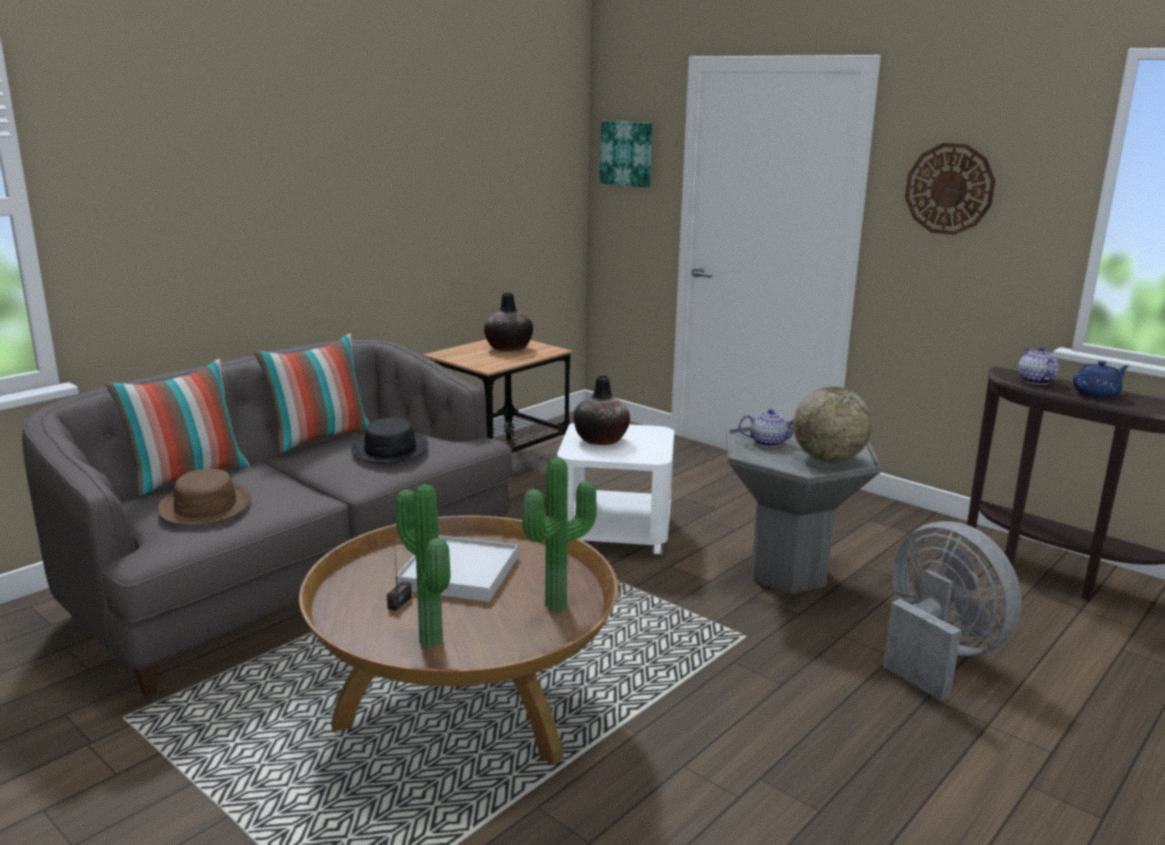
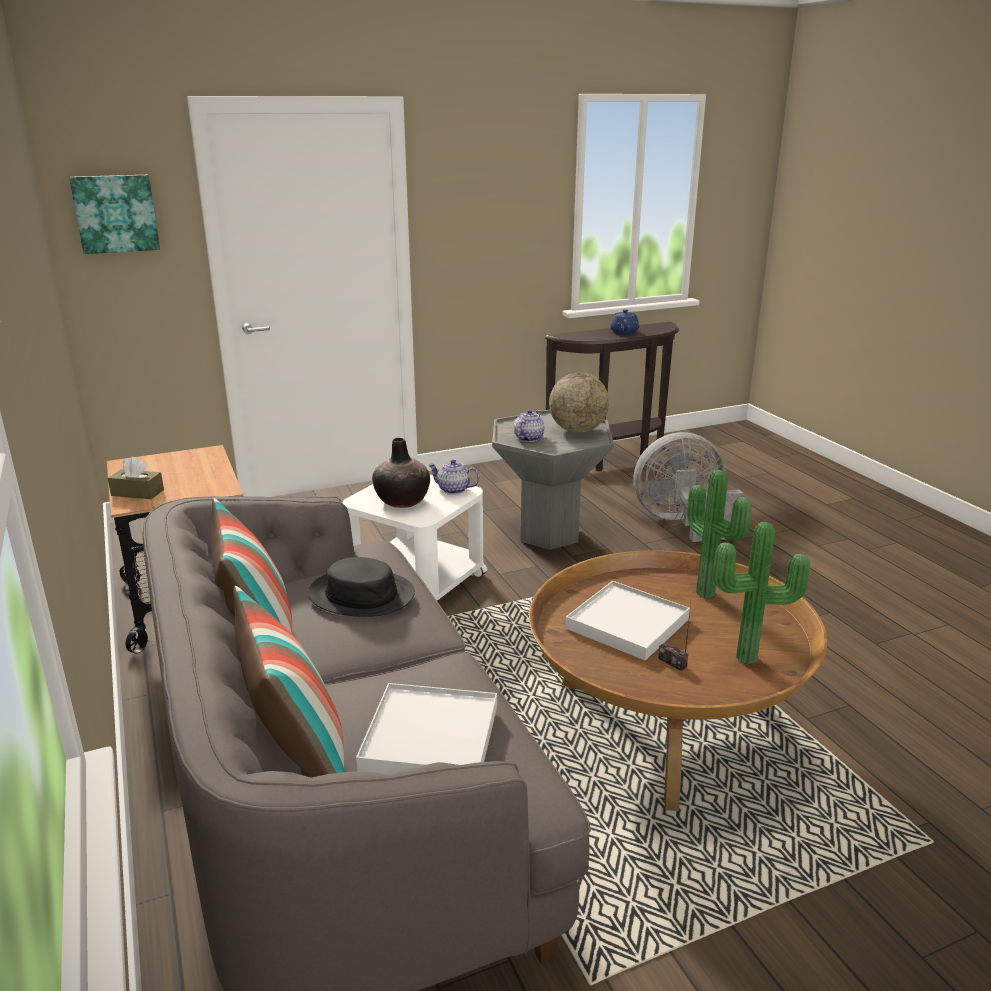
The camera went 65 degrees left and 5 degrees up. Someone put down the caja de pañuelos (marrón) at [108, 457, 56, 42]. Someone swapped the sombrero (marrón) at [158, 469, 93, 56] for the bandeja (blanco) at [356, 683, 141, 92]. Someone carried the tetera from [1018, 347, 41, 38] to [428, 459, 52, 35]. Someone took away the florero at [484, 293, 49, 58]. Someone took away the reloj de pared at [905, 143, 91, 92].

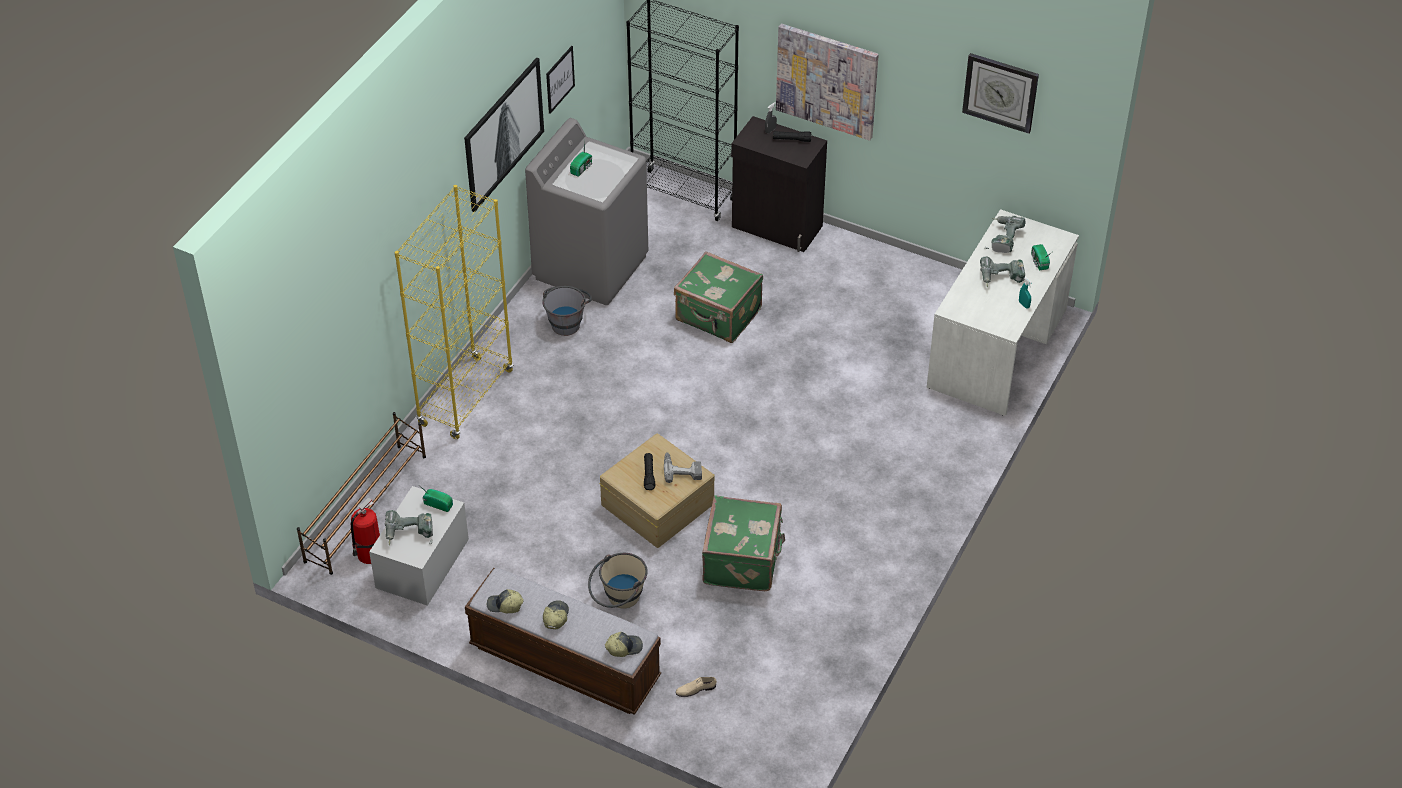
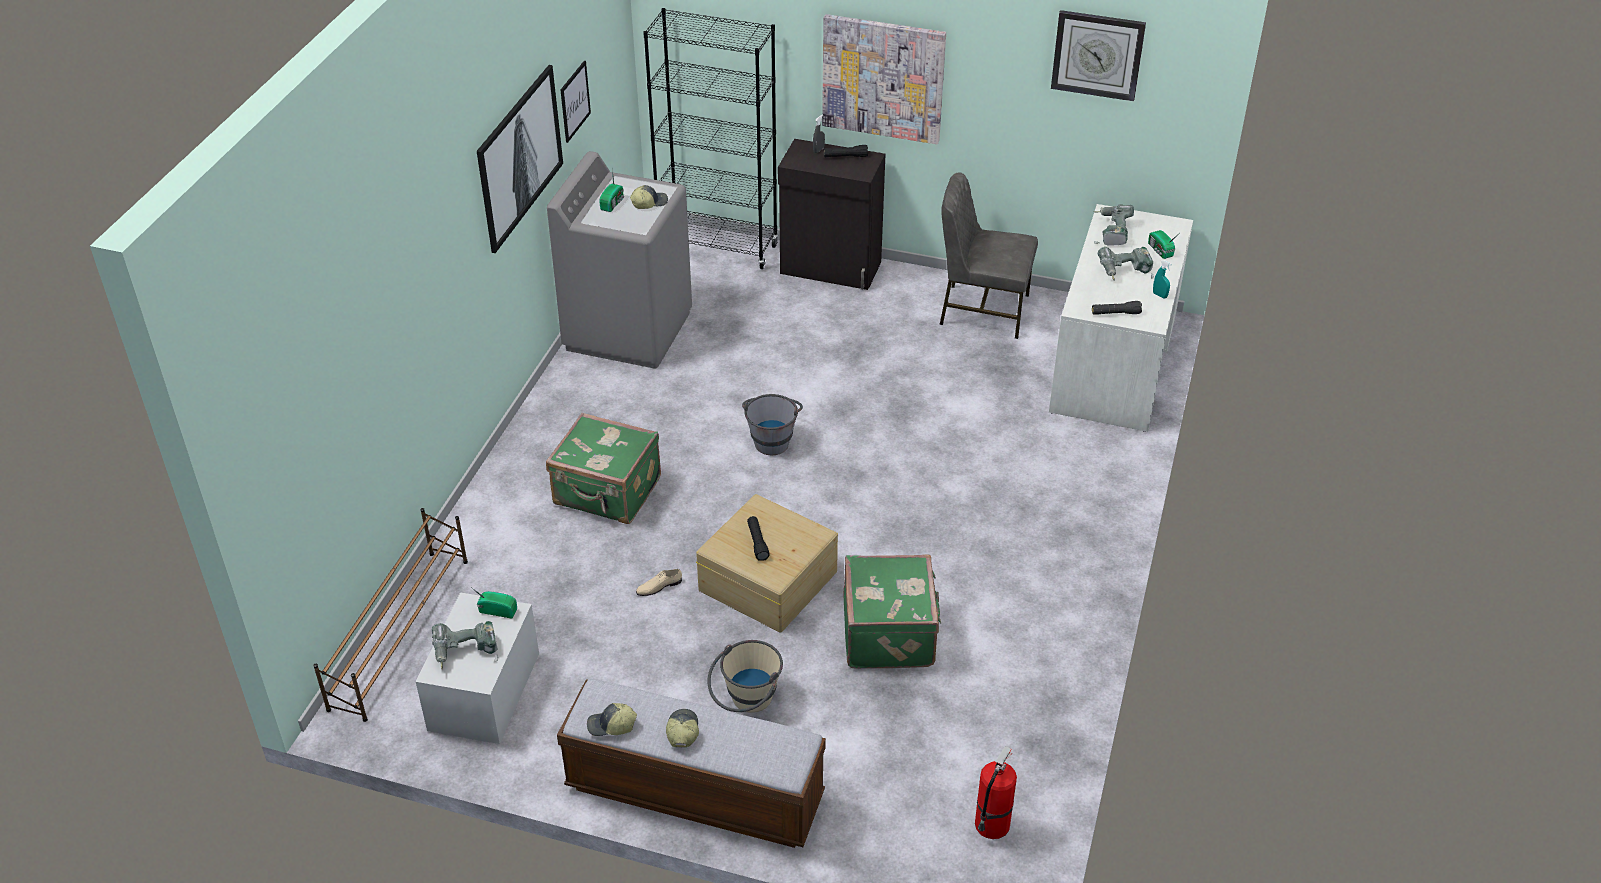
The camera went 10 degrees left and 5 degrees down. Someone carried the maleta (verde) from [674, 251, 89, 92] to [546, 413, 115, 111]. Someone carried the gorra from [605, 632, 38, 25] to [630, 185, 38, 24]. Someone carried the zapato (beis) from [676, 677, 41, 20] to [636, 569, 46, 27]. Someone carried the cubo (gris) from [542, 286, 50, 50] to [742, 394, 61, 61]. Someone put down the silla (gris) at [940, 172, 98, 167]. Someone carried the extintor from [351, 497, 29, 67] to [975, 746, 42, 93]. Someone put down the linterna (negro) at [1092, 301, 50, 14]. Someone took away the estantería (amarillo) at [395, 185, 119, 254]. Someone took away the taladro at [664, 452, 38, 31].

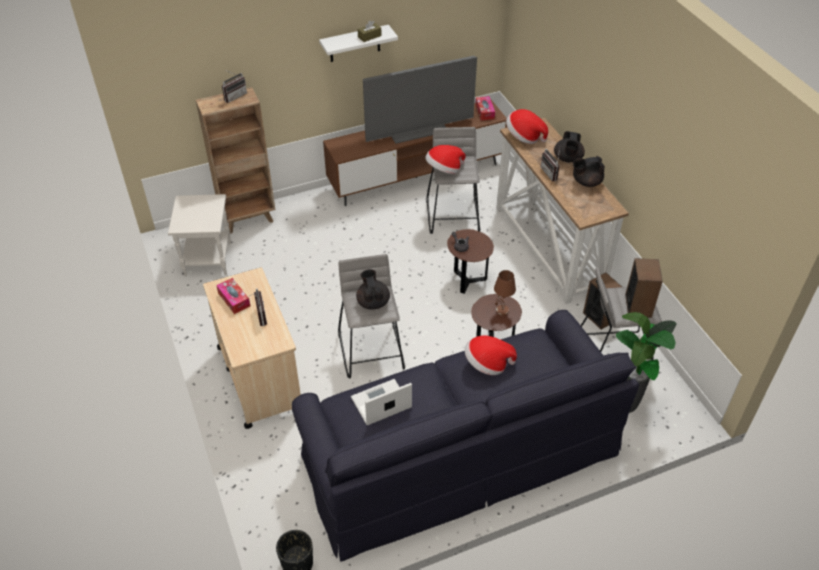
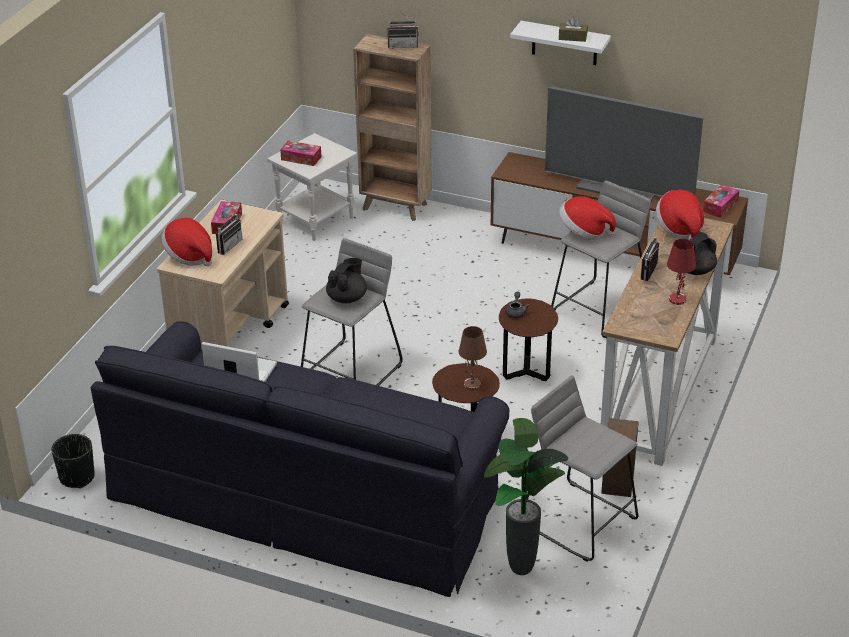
The camera went 45 degrees right and 10 degrees down. Someone carried the sombrero from [465, 335, 52, 40] to [162, 218, 50, 48]. Someone put down the caja de pañuelos at [280, 141, 41, 25]. Someone swapped the tetera (negro) at [573, 156, 32, 31] for the lámpara de mesa (rojo) at [667, 239, 29, 66]. Someone took away the altavoz at [625, 258, 38, 60].

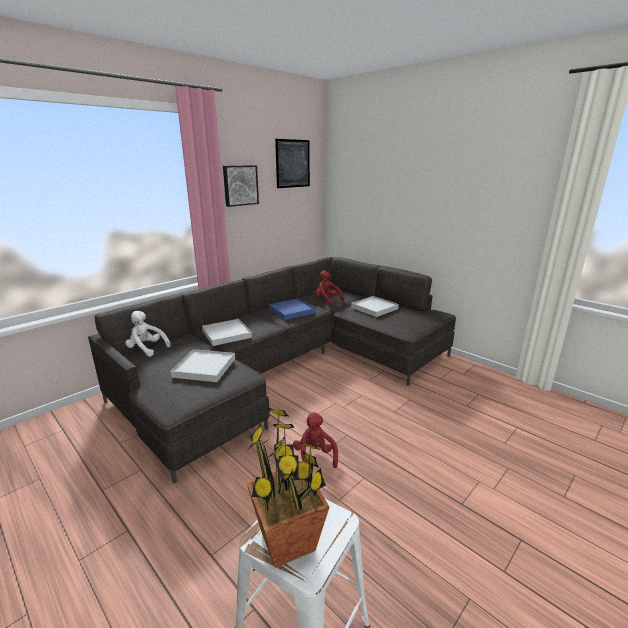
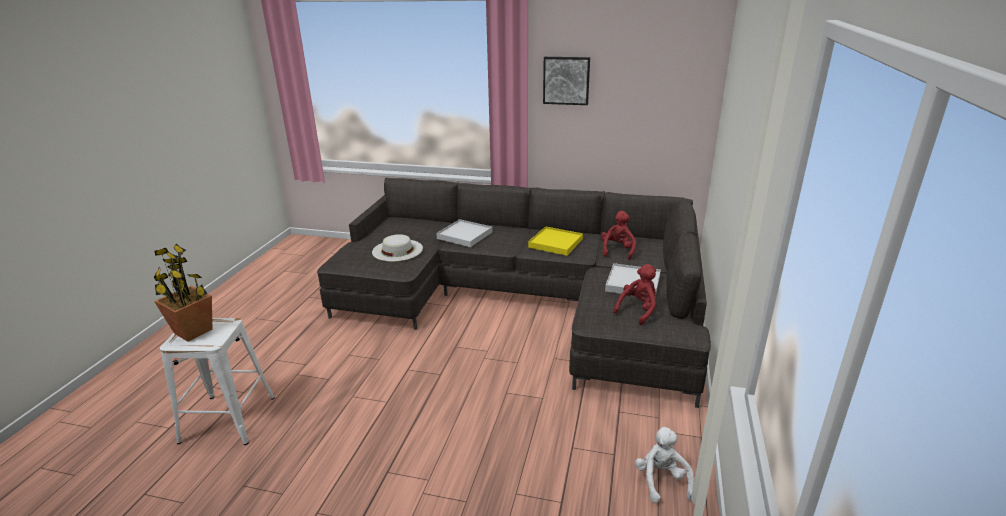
The camera went 60 degrees right and 5 degrees up. Someone swapped the bandeja (blanco) at [171, 349, 64, 33] for the sombrero (blanco) at [372, 234, 51, 28]. Someone repainted the bandeja (azul) at [269, 299, 46, 21], which became the bandeja (amarillo) at [528, 226, 55, 30]. Someone carried the peluche (rojo) from [293, 412, 45, 56] to [613, 264, 43, 61]. Someone carried the peluche (blanco) from [125, 311, 46, 46] to [635, 426, 59, 77]. Someone took away the cuadro at [275, 139, 35, 49].

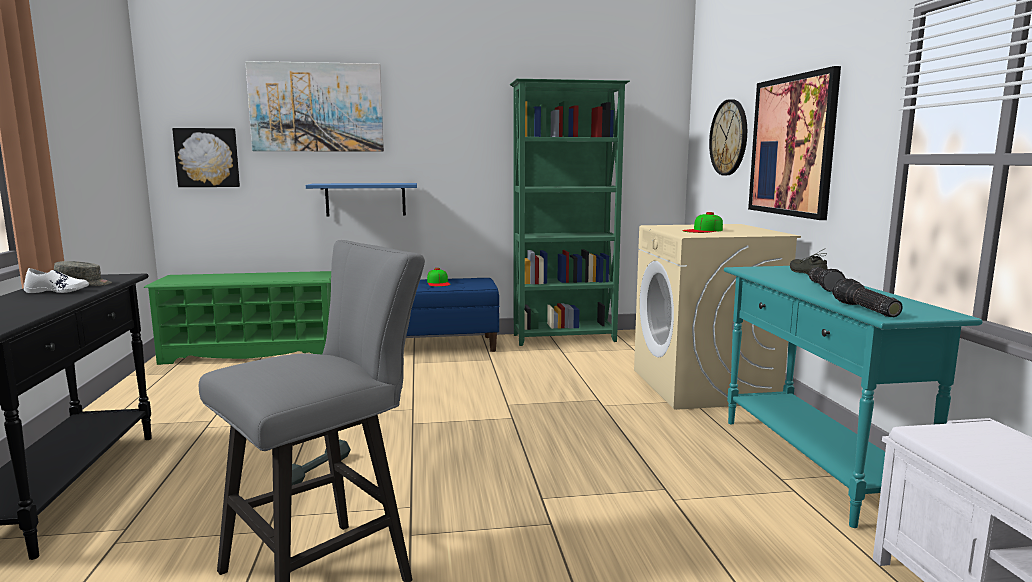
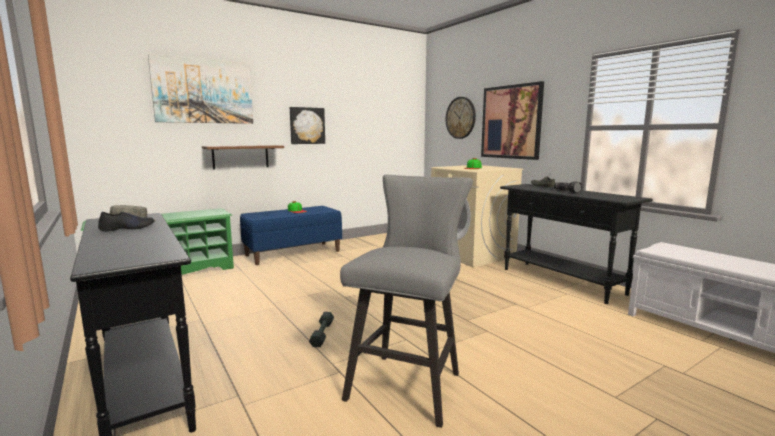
The camera went 25 degrees left and 0 degrees up. Someone repainted the zapato (blanco) at [24, 268, 65, 25], which became the zapato (negro) at [98, 211, 57, 21]. Someone repainted the estante (azul) at [306, 183, 111, 33], which became the estante (marrón) at [202, 145, 82, 25]. Someone carried the cuadro from [172, 128, 68, 59] to [290, 107, 35, 37]. Someone repainted the mesa consola (turquesa) at [724, 266, 259, 262], which became the mesa consola (negro) at [500, 184, 153, 120]. Someone took away the estantería (verde) at [510, 79, 120, 267]. Someone took away the linterna at [832, 278, 71, 39].

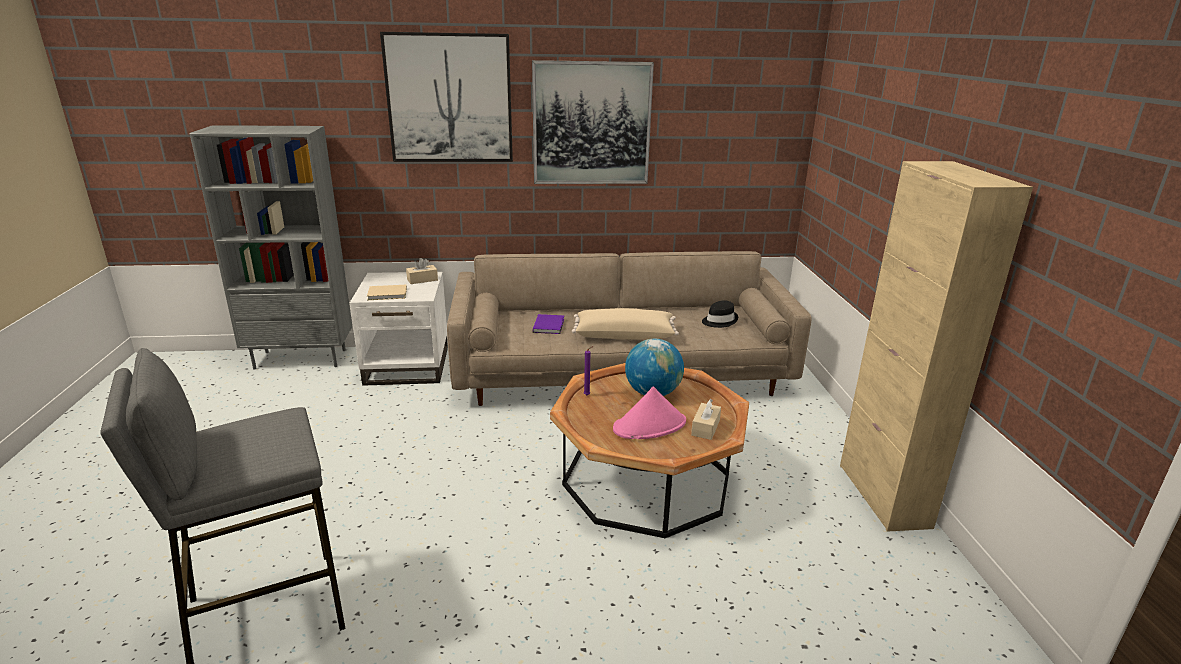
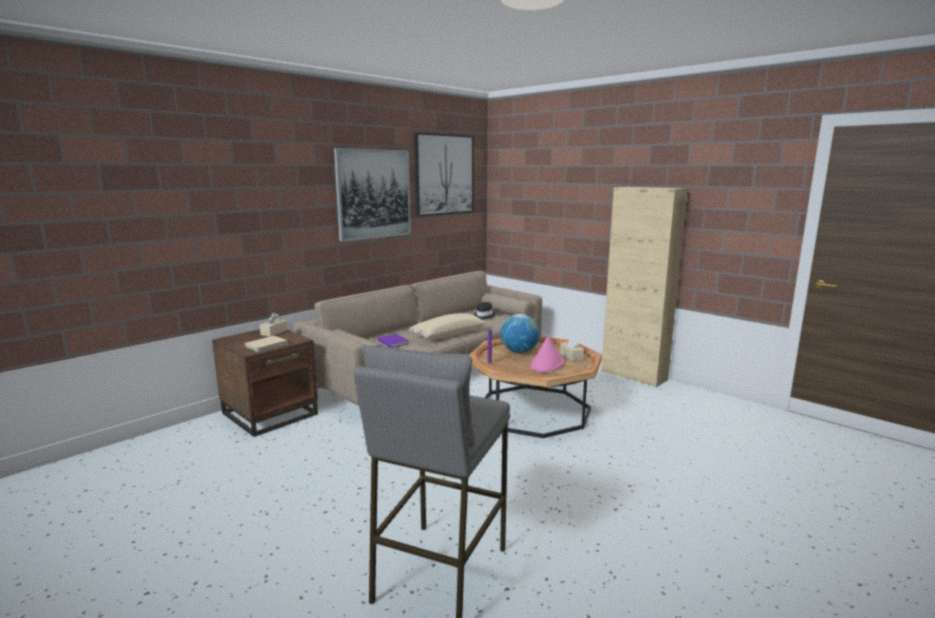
The camera went 40 degrees left and 10 degrees down. Someone repainted the mesa auxiliar (blanco) at [350, 272, 98, 113], which became the mesa auxiliar (marrón) at [212, 329, 106, 108]. Someone carried the cuadro from [380, 32, 133, 130] to [414, 132, 60, 85]. Someone took away the estantería (gris) at [190, 125, 162, 244].

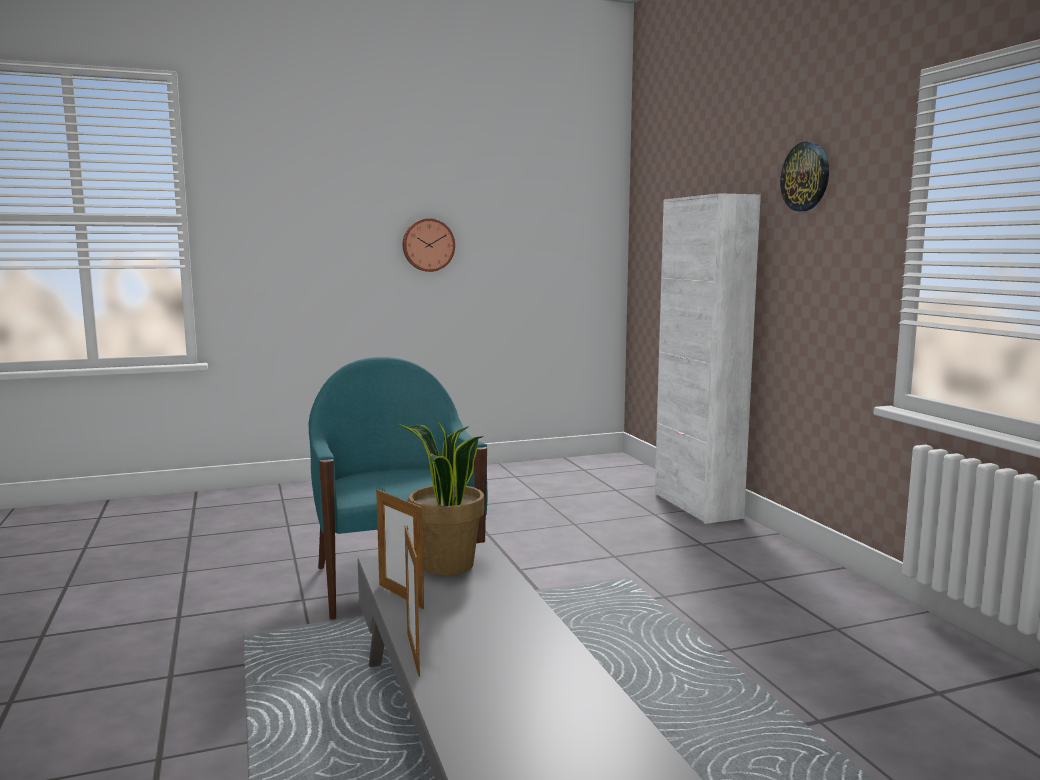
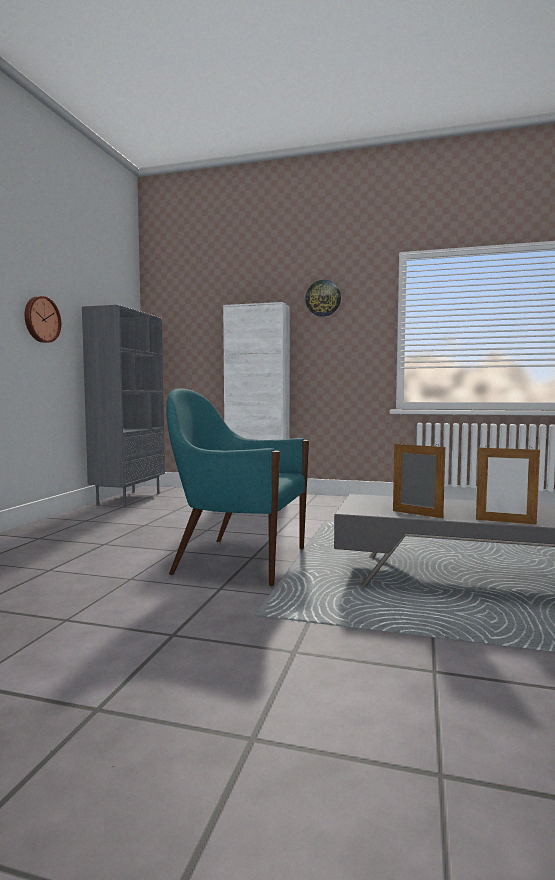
The camera went 55 degrees left and 5 degrees down. Someone put down the estantería (gris) at [82, 305, 83, 202]. Someone rotated the portarretratos at [376, 488, 48, 121] by 135 degrees counterclockwise. Someone took away the planta en maceta at [397, 418, 87, 157].

